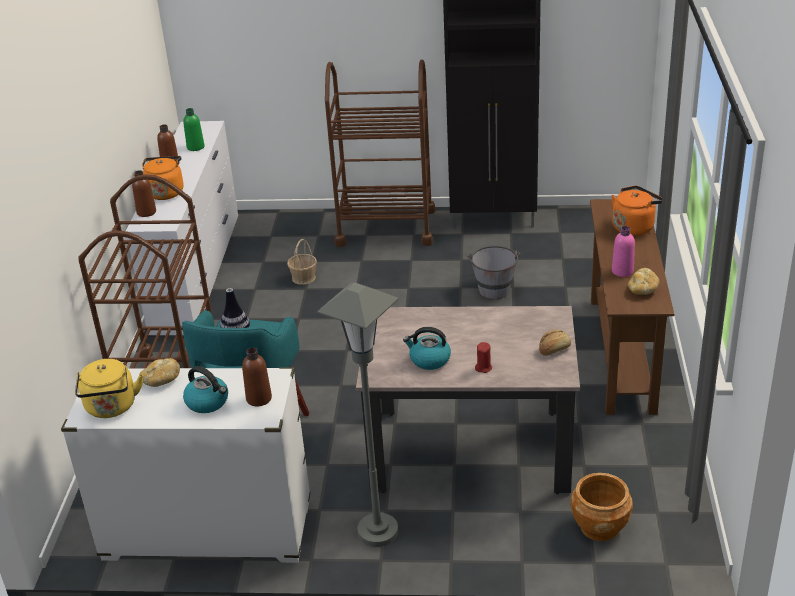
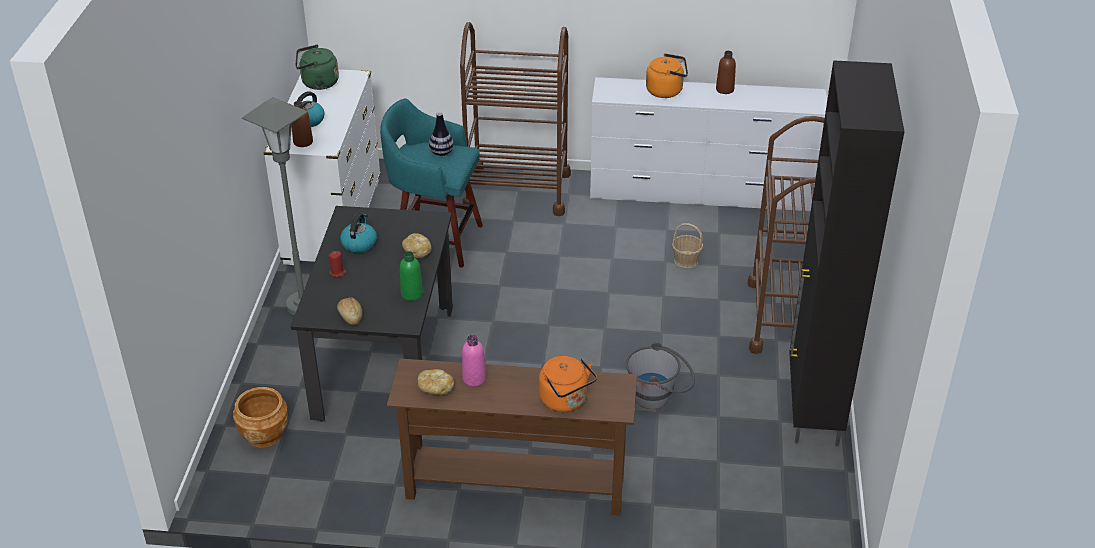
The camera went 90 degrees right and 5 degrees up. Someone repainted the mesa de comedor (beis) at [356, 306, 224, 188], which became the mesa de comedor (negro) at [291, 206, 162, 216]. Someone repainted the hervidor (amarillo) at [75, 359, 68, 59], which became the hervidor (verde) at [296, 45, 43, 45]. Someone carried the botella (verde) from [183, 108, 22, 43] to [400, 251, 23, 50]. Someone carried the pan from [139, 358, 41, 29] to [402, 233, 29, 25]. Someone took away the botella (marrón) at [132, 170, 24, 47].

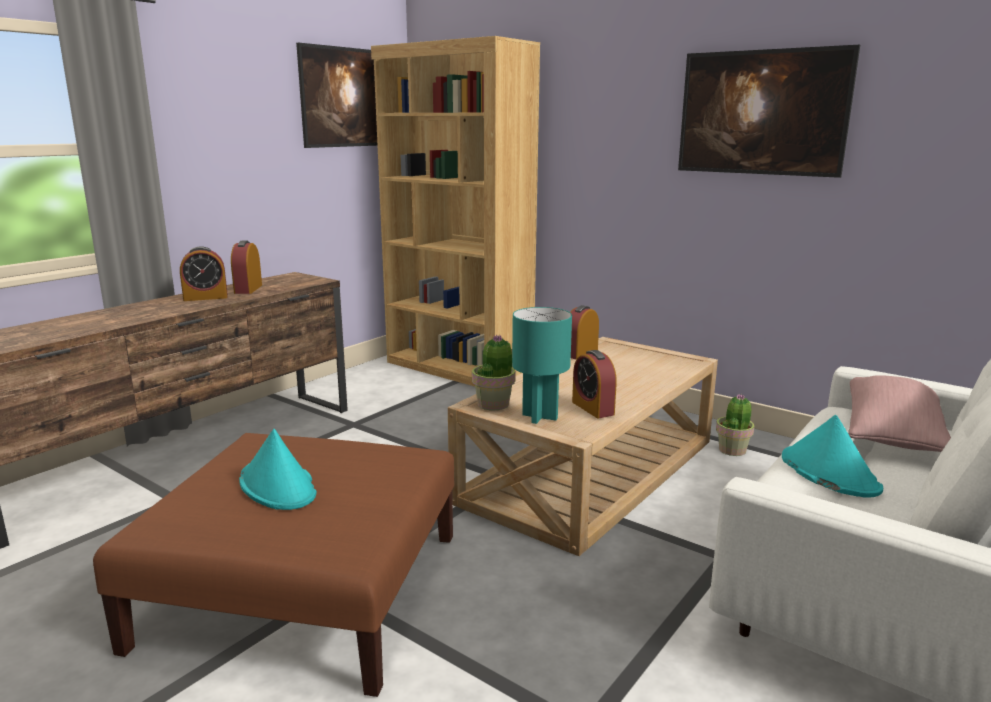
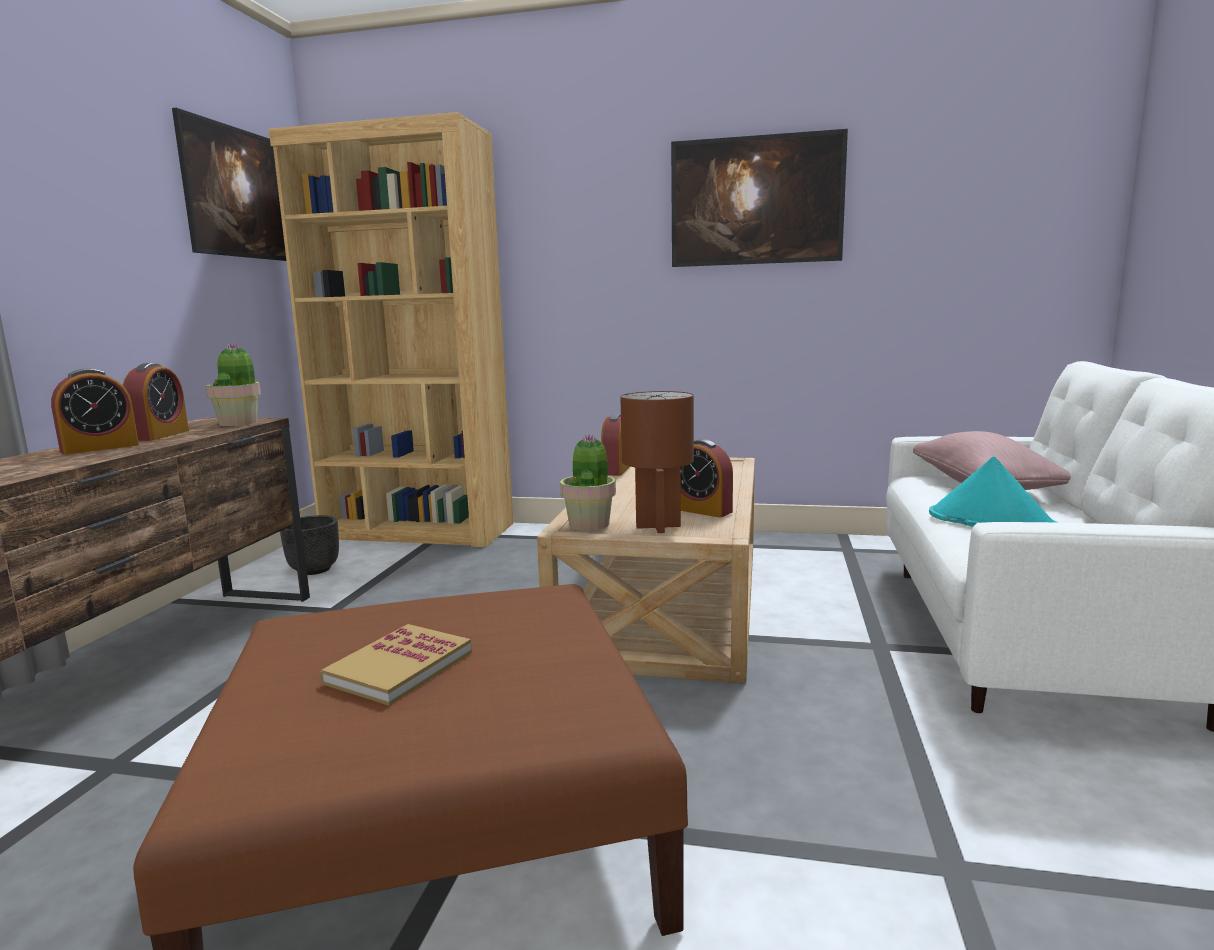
The camera went 25 degrees left and 5 degrees down. Someone rotated the despertador at [231, 241, 31, 53] by 150 degrees counterclockwise. Someone carried the planta en maceta from [716, 394, 38, 62] to [206, 343, 55, 83]. Someone put down the maceta (negro) at [280, 515, 59, 60]. Someone swapped the sombrero (turquesa) at [239, 429, 78, 81] for the libro at [320, 624, 152, 82]. Someone repainted the lámpara de mesa (turquesa) at [512, 307, 60, 117], which became the lámpara de mesa (marrón) at [620, 391, 74, 142].

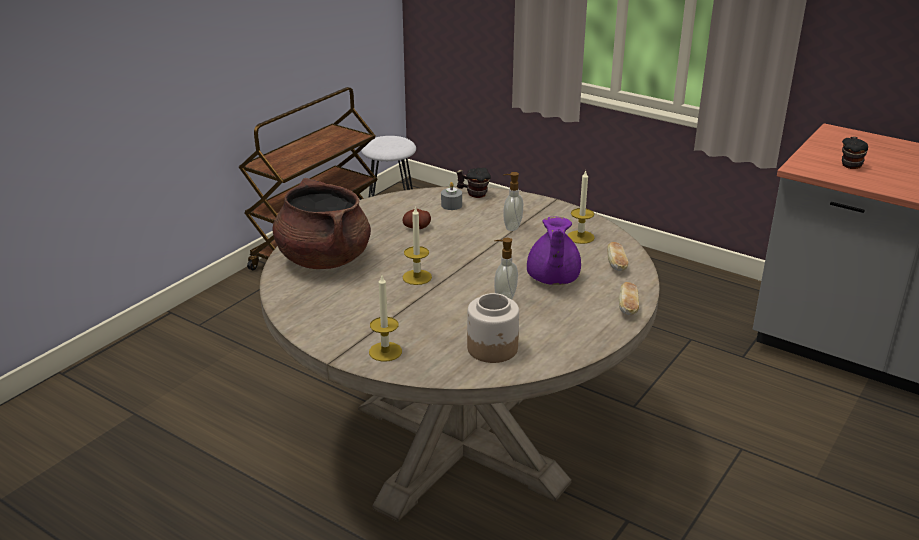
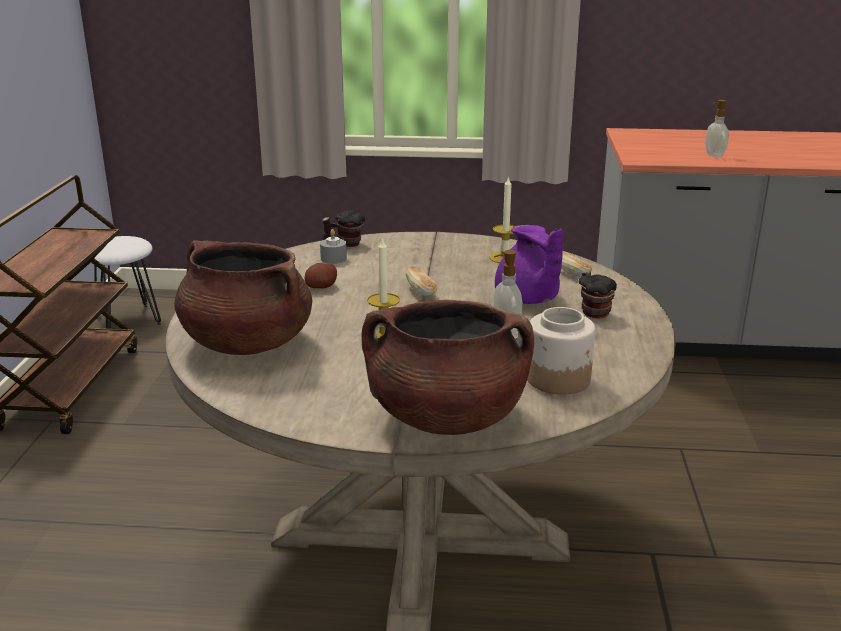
The camera went 30 degrees left and 5 degrees down. Someone swapped the vela at [369, 276, 33, 86] for the olla (marrón) at [362, 300, 172, 135]. Someone carried the pan from [619, 282, 20, 33] to [406, 266, 31, 30]. Someone carried the taza grande from [842, 137, 26, 32] to [579, 272, 38, 47]. Someone carried the dispensador de jabón from [503, 172, 20, 59] to [705, 100, 24, 58].

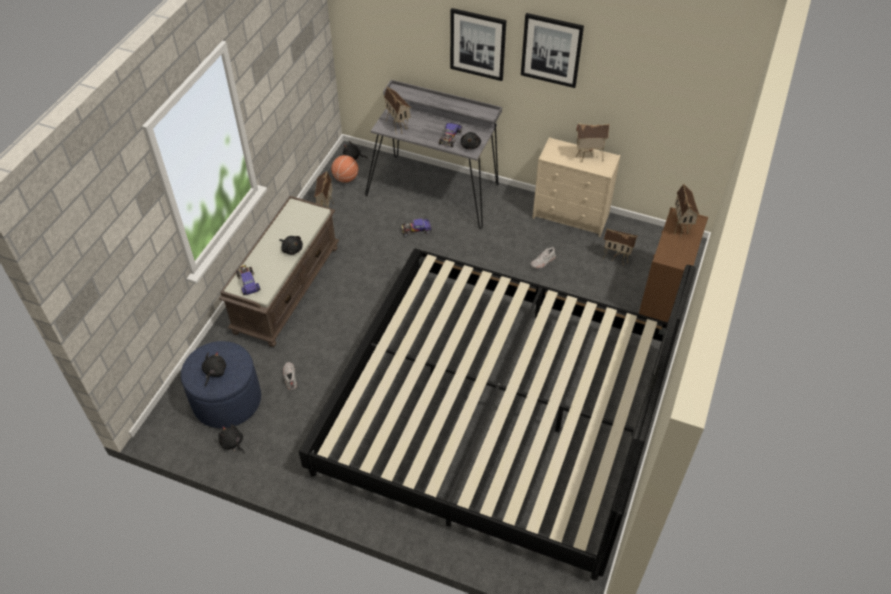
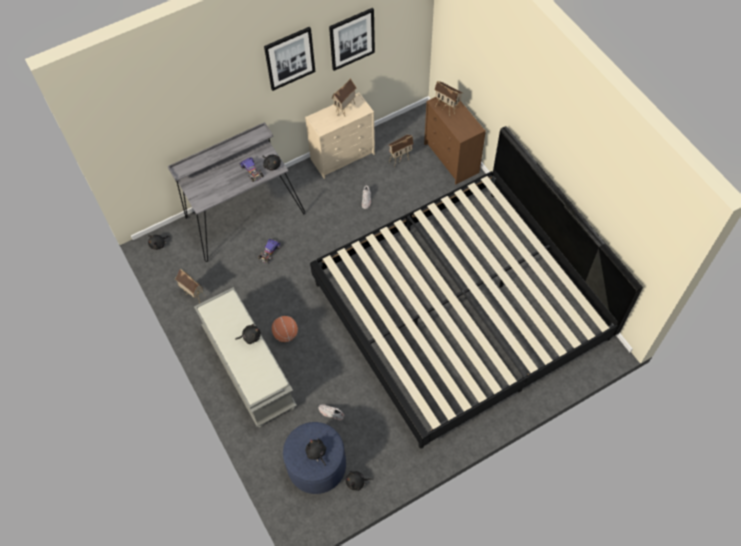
The camera went 50 degrees left and 10 degrees up. Someone repainted the banco (marrón) at [219, 196, 120, 151], which became the banco (gris) at [194, 287, 103, 140]. Someone carried the balón de baloncesto from [331, 155, 27, 28] to [272, 316, 26, 26]. Someone carried the cuadro from [450, 8, 56, 73] to [329, 8, 46, 63]. Someone took away the coche de juguete at [236, 265, 24, 30]. Someone took away the casita at [384, 87, 27, 46].

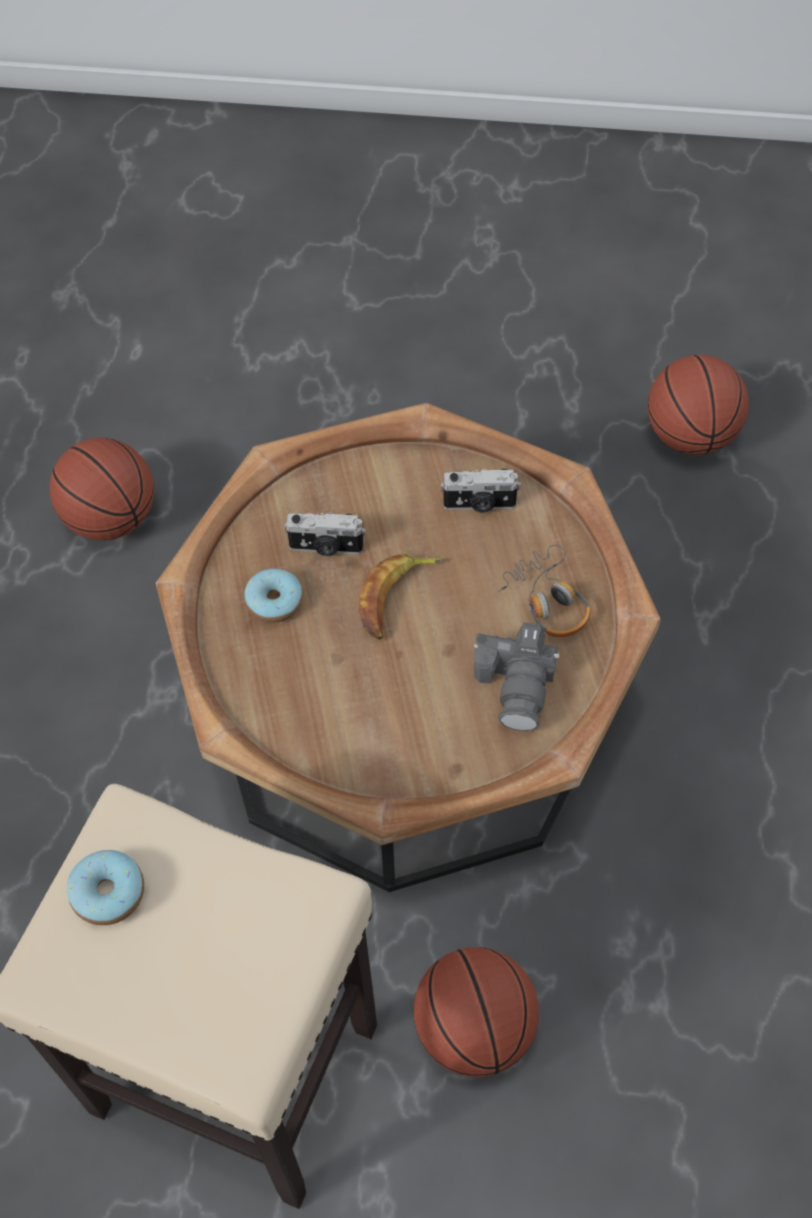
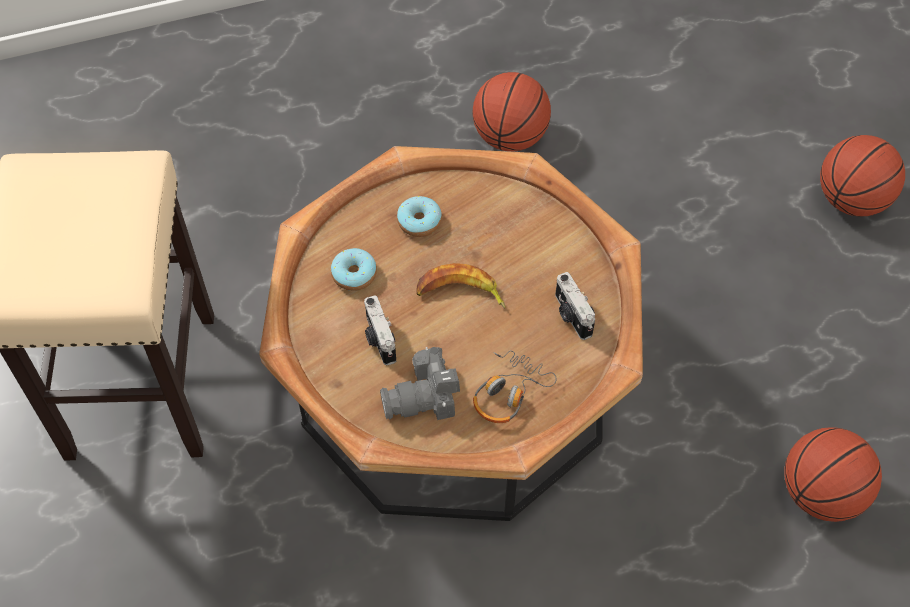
The camera went 65 degrees right and 0 degrees up. Someone carried the rosquilla from [67, 850, 77, 75] to [331, 248, 46, 43]. Someone carried the cámara from [284, 512, 82, 44] to [364, 295, 32, 70]. Someone carried the balón de baloncesto from [413, 947, 126, 130] to [820, 135, 85, 82].

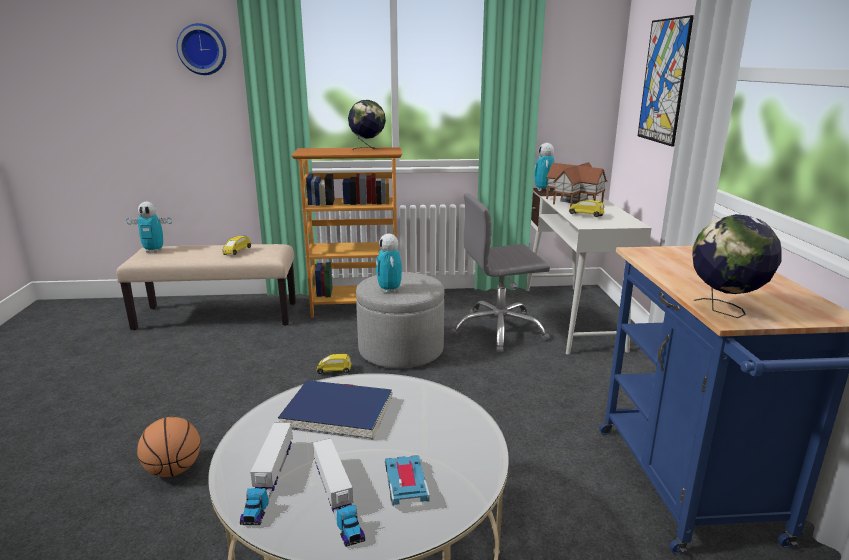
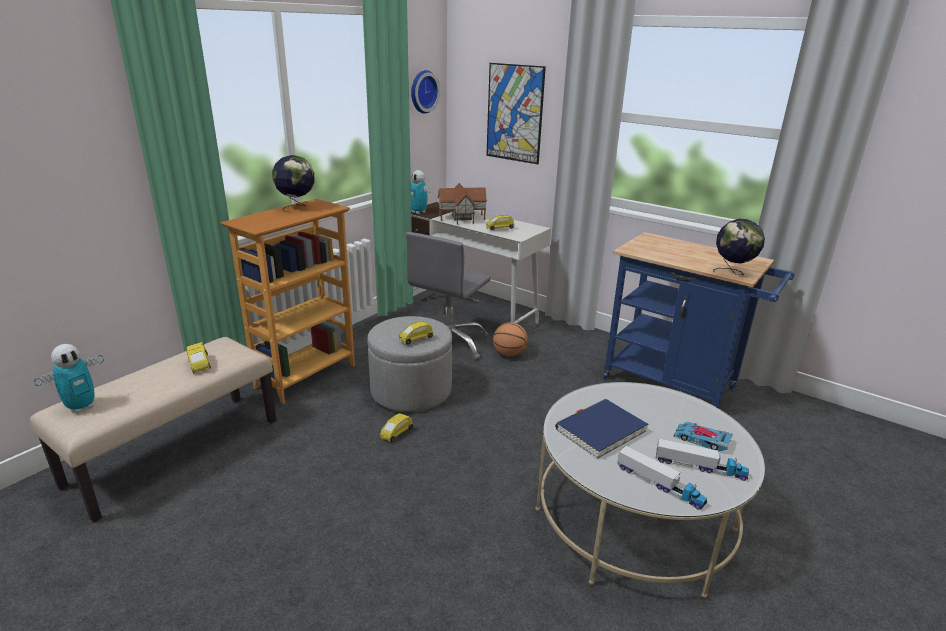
The camera went 50 degrees left and 5 degrees up. Someone swapped the robot de juguete at [376, 234, 26, 59] for the coche de juguete (amarillo) at [399, 321, 34, 23]. Someone carried the reloj de pared from [177, 23, 49, 52] to [411, 70, 29, 44]. Someone carried the balón de baloncesto from [137, 417, 64, 60] to [493, 322, 35, 35].

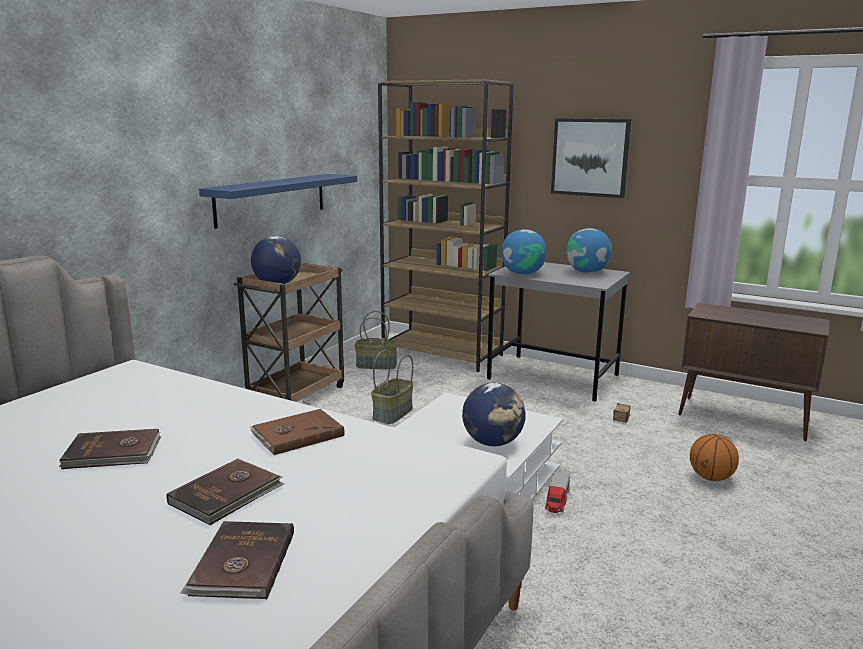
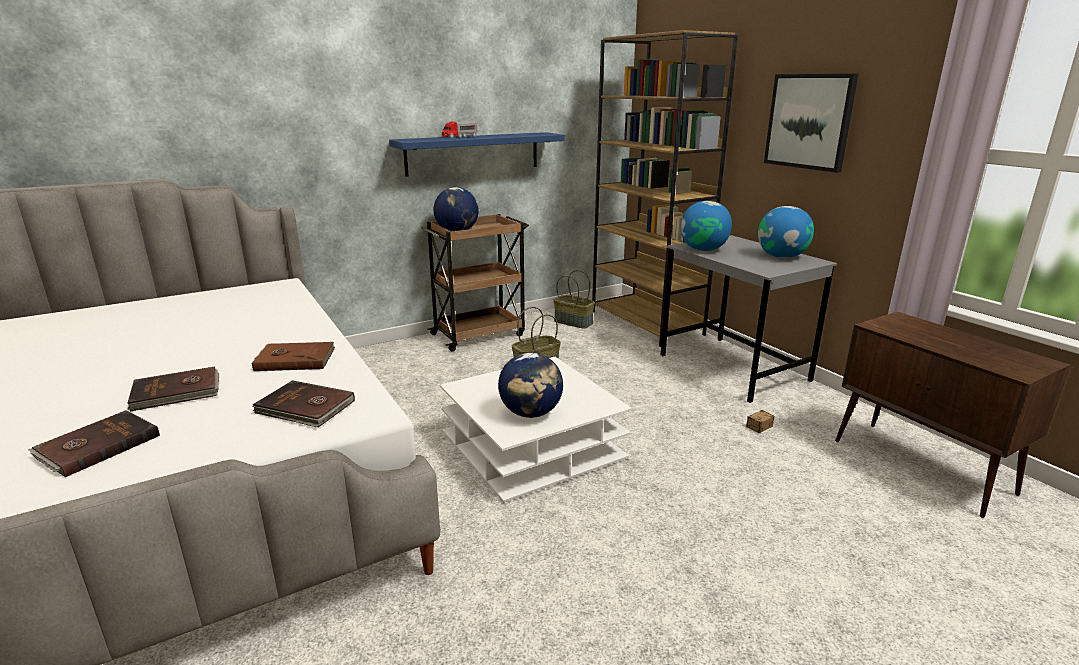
The camera went 30 degrees right and 5 degrees up. Someone carried the libro (marrón) from [59, 429, 102, 40] to [252, 380, 103, 47]. Someone carried the camión de juguete from [545, 471, 25, 42] to [442, 121, 36, 17]. Someone took away the balón de baloncesto at [690, 434, 49, 47].

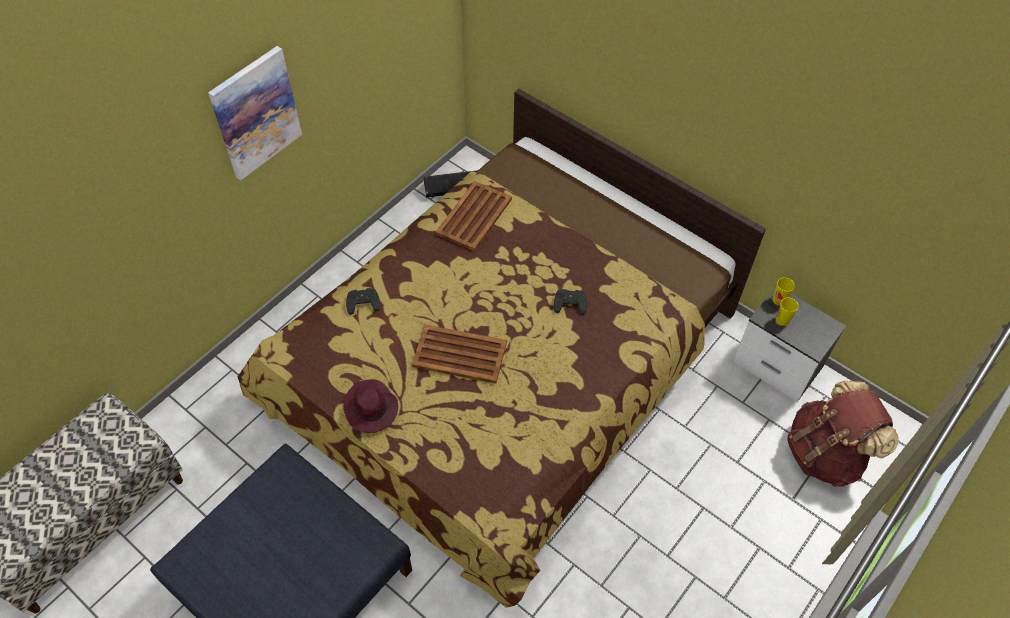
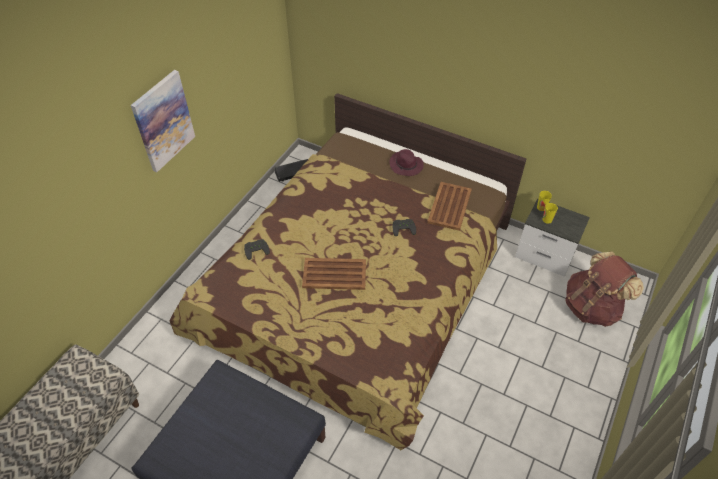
The camera went 10 degrees left and 5 degrees down. Someone carried the sombrero (morado) from [343, 379, 55, 54] to [389, 149, 35, 27]. Someone carried the bandeja (marrón) from [436, 181, 76, 70] to [427, 182, 45, 49].

